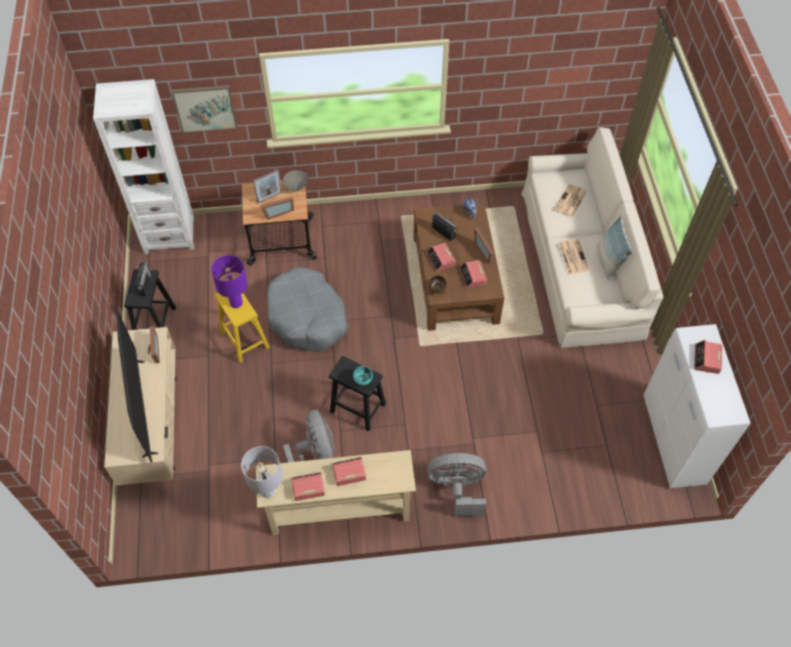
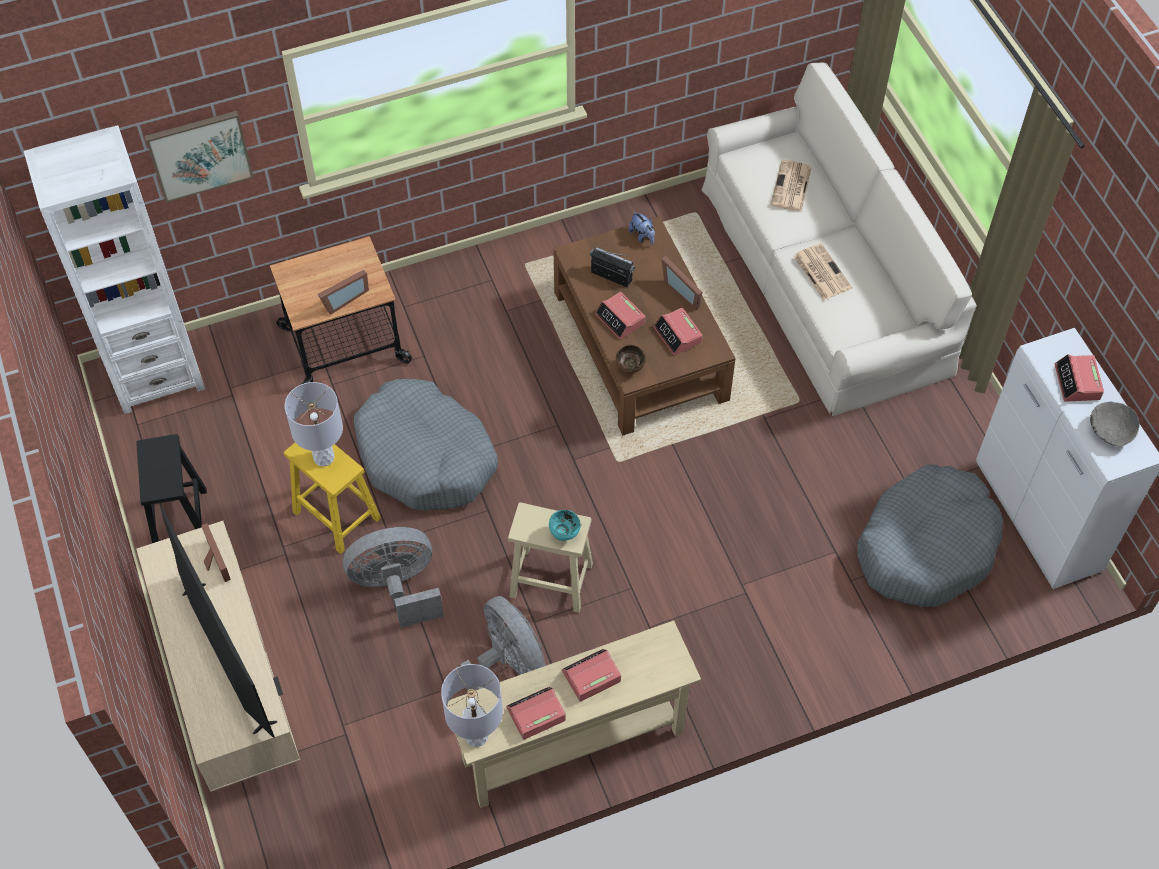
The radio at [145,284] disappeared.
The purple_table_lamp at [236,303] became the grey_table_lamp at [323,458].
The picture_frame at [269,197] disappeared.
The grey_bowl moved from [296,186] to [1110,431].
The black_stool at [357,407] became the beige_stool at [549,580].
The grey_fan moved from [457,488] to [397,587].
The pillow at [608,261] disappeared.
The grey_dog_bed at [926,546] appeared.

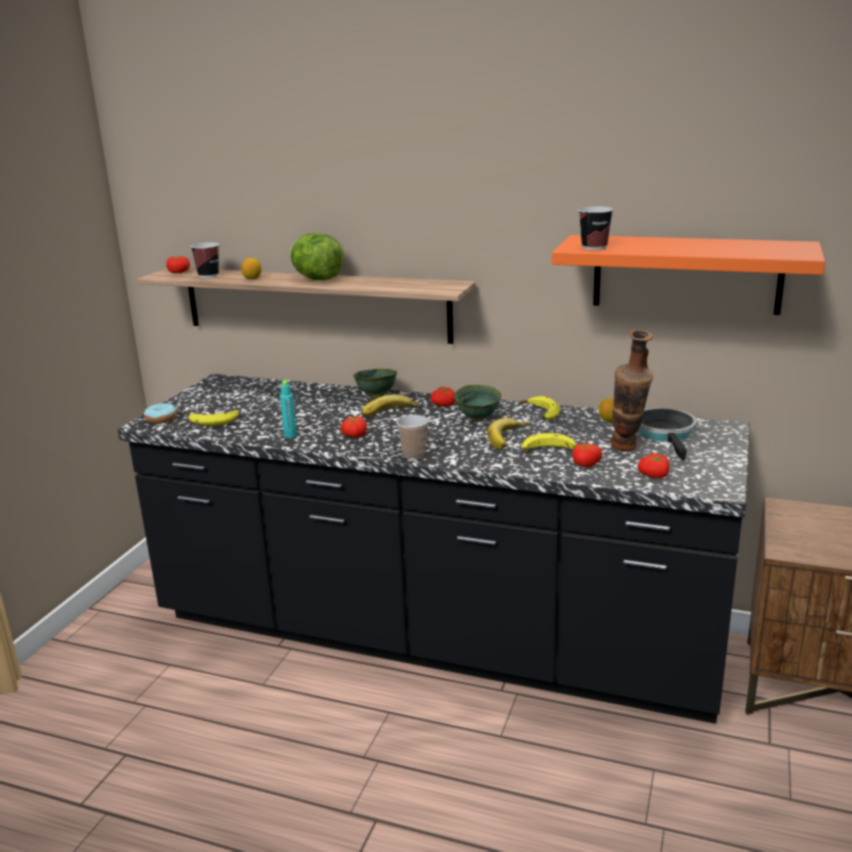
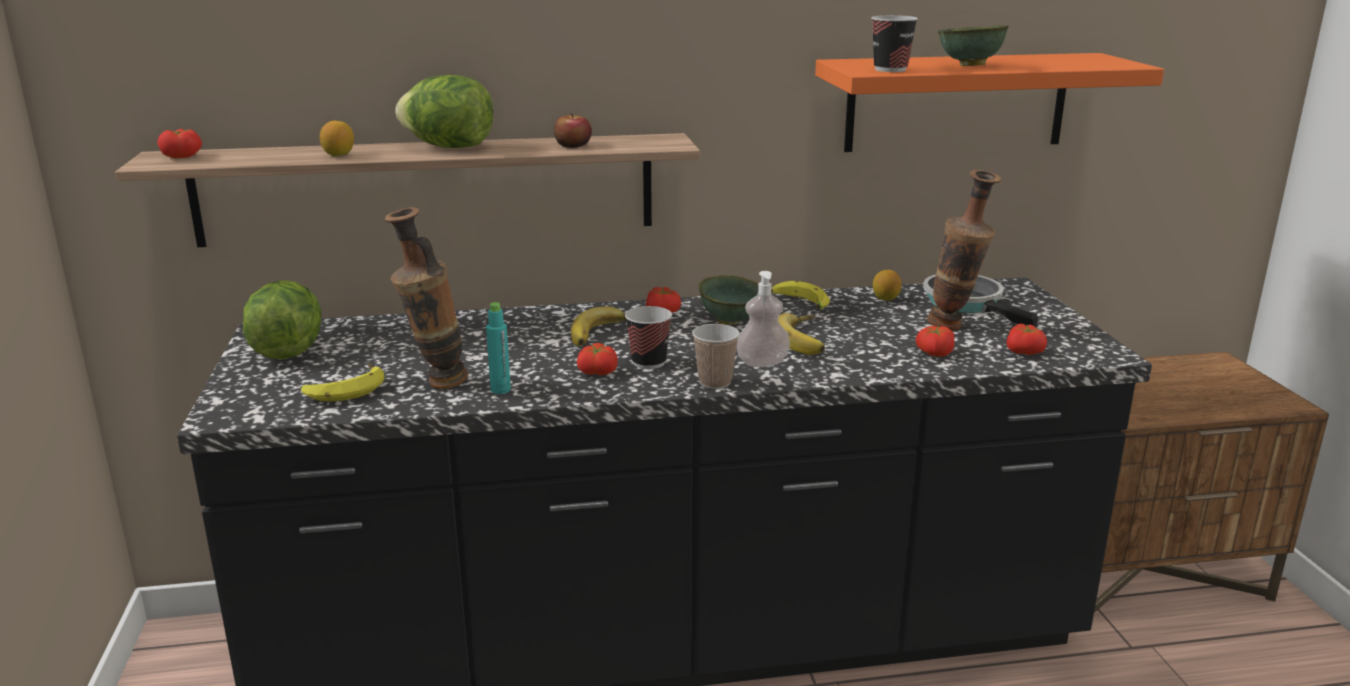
The donut at [161,419] disappeared.
The cup moved from [208,275] to [649,362].
The green_bowl moved from [375,395] to [969,66].
The banana at [549,453] disappeared.
The lettuce at [288,351] appeared.
The vase at [435,385] appeared.
The apple at [573,146] appeared.
The soap_dispenser at [762,363] appeared.

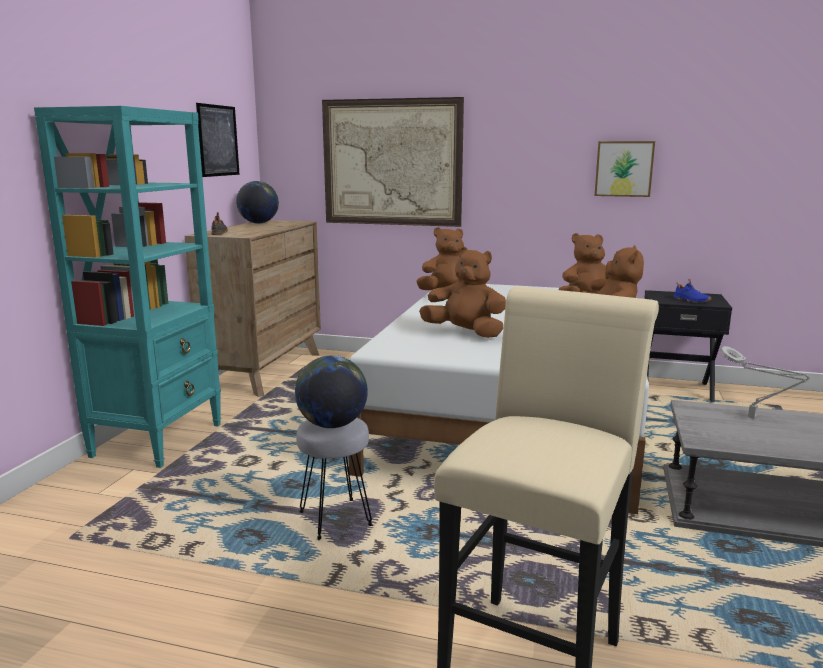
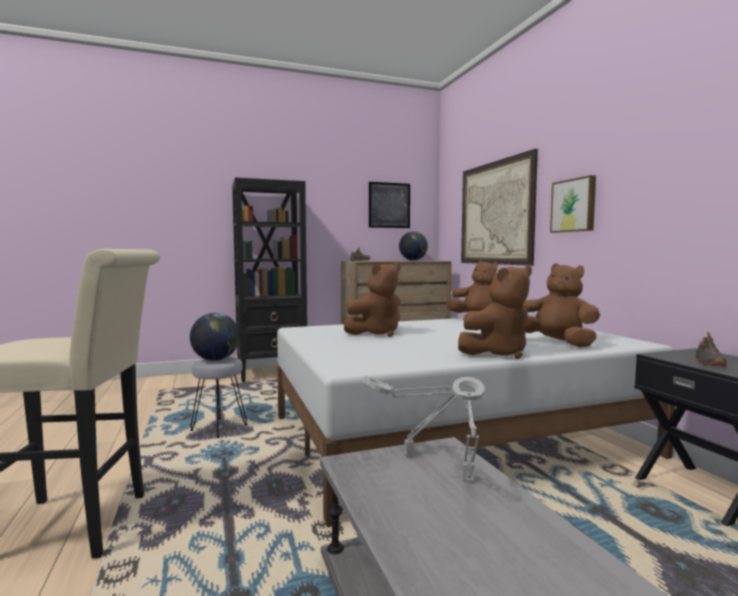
The turquoise_bookcase at [159,439] became the black_bookcase at [272,373].
The brown_plush_toy at [465,333] turned 60 degrees clockwise.
The picture moved from [624,169] to [574,205].
The blue_shoe at [690,301] became the black_shoe at [708,363].
The grey_table_lamp at [412,455] appeared.

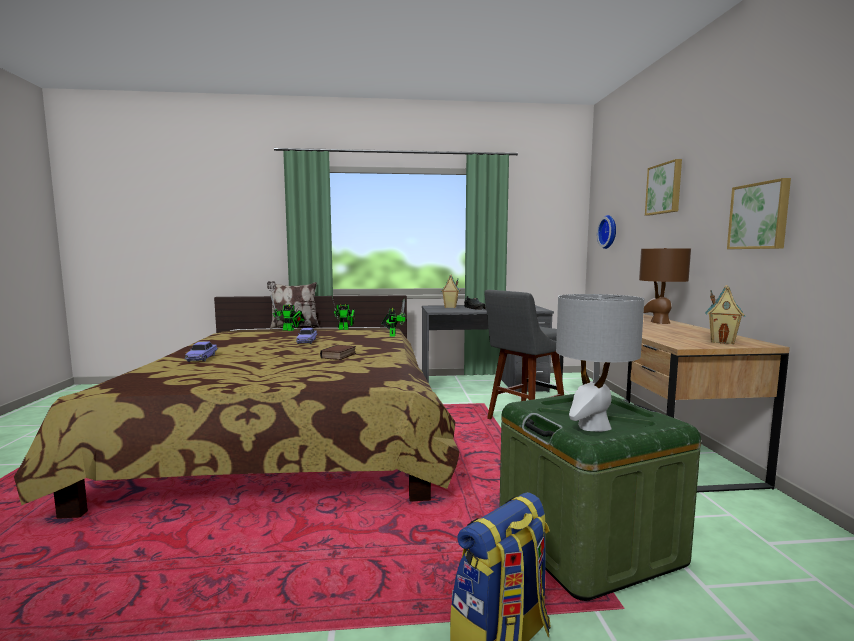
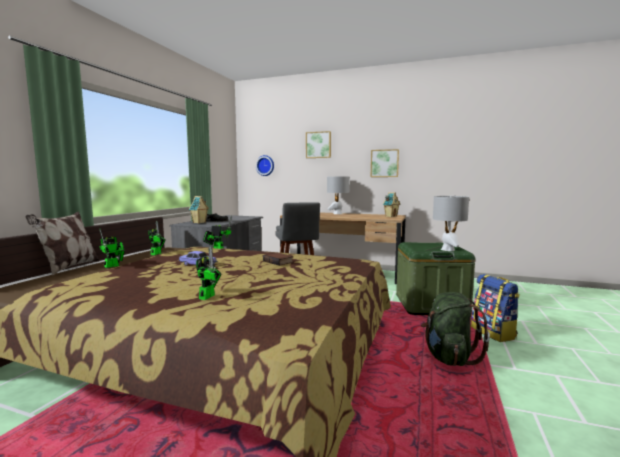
The toy_car at [202,358] was replaced by the toy_robot at [208,296].
The brown_table_lamp at [660,322] became the grey_table_lamp at [337,214].
The green_backpack at [449,357] appeared.

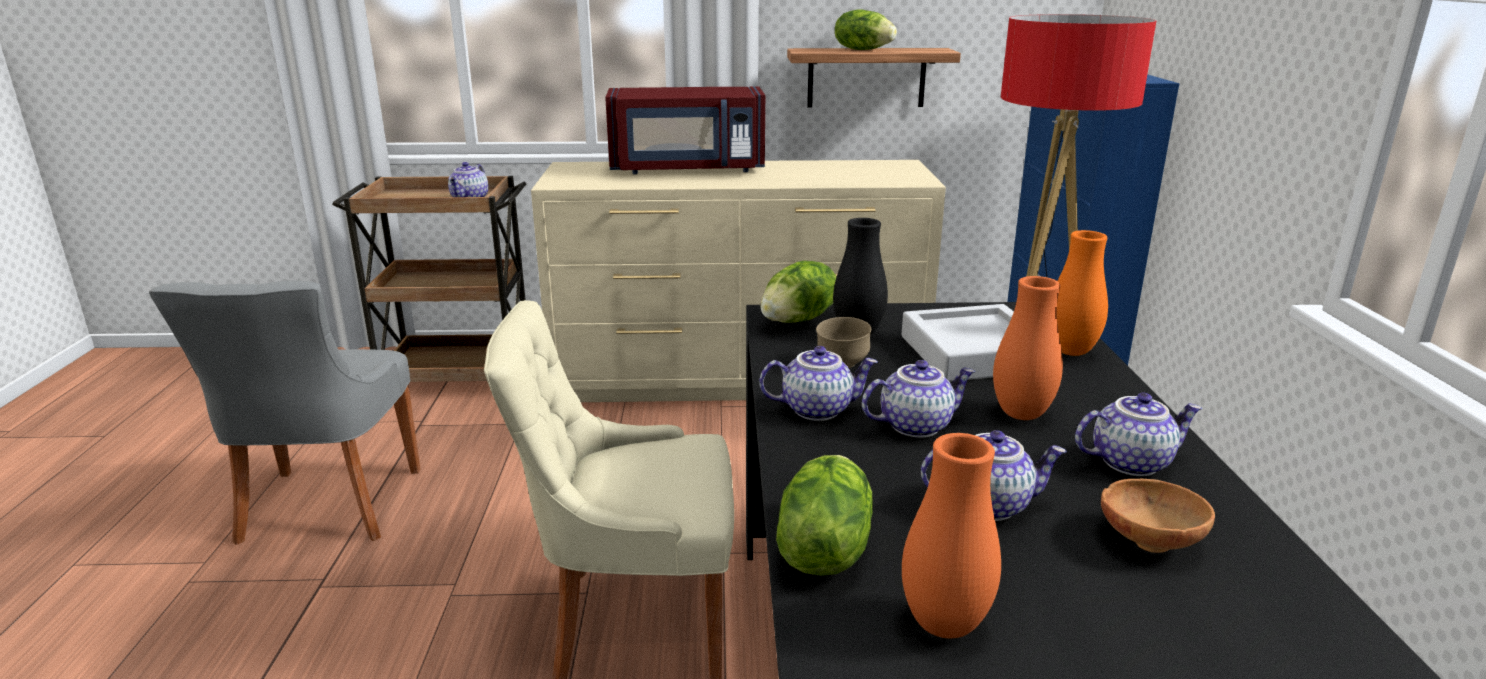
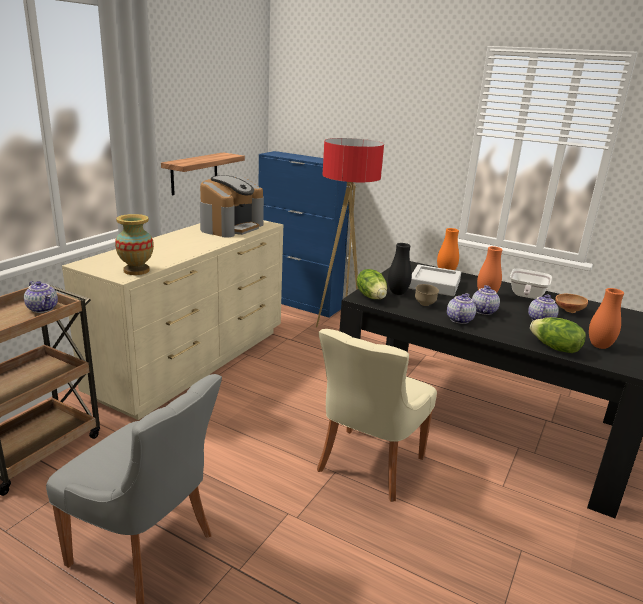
The red_microwave at [687,169] disappeared.
The lettuce at [863,50] disappeared.
The teapot at [1130,462] was replaced by the frying_pan at [526,296].
The vase at [136,270] appeared.
The coffee_machine at [231,227] appeared.

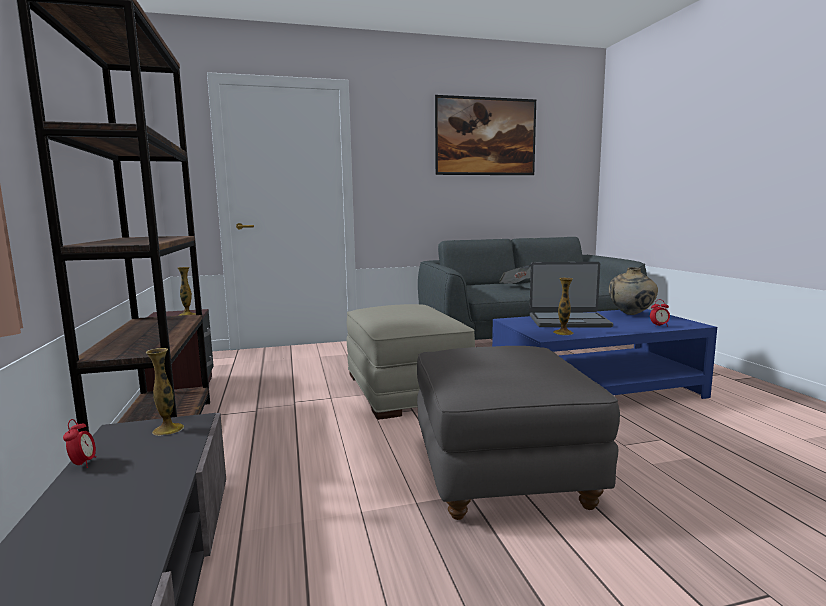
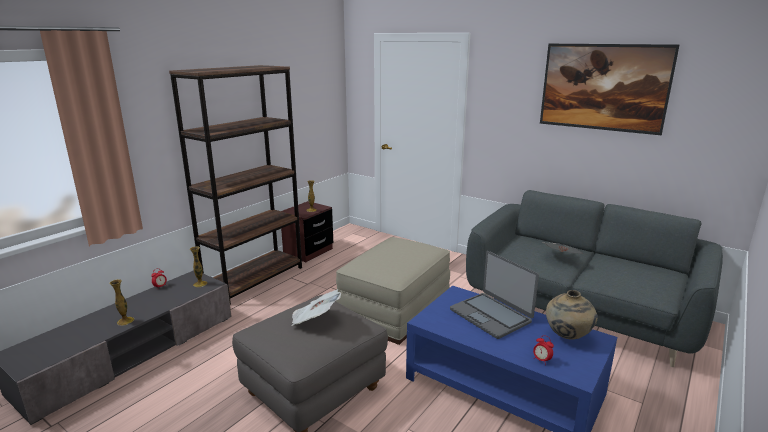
The vase moved from [563,332] to [125,321].
The newspaper at [315,319] appeared.

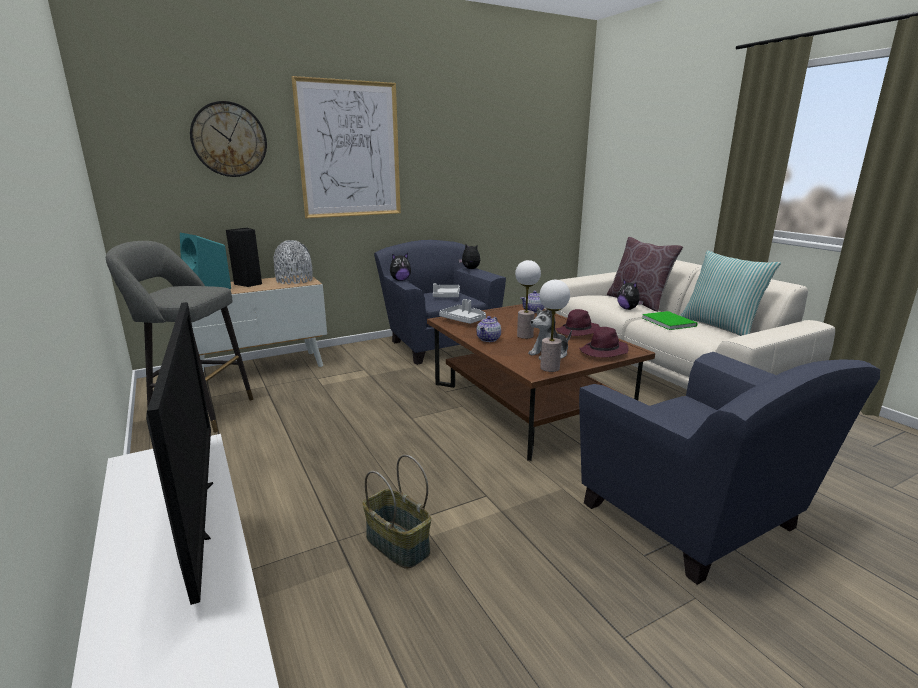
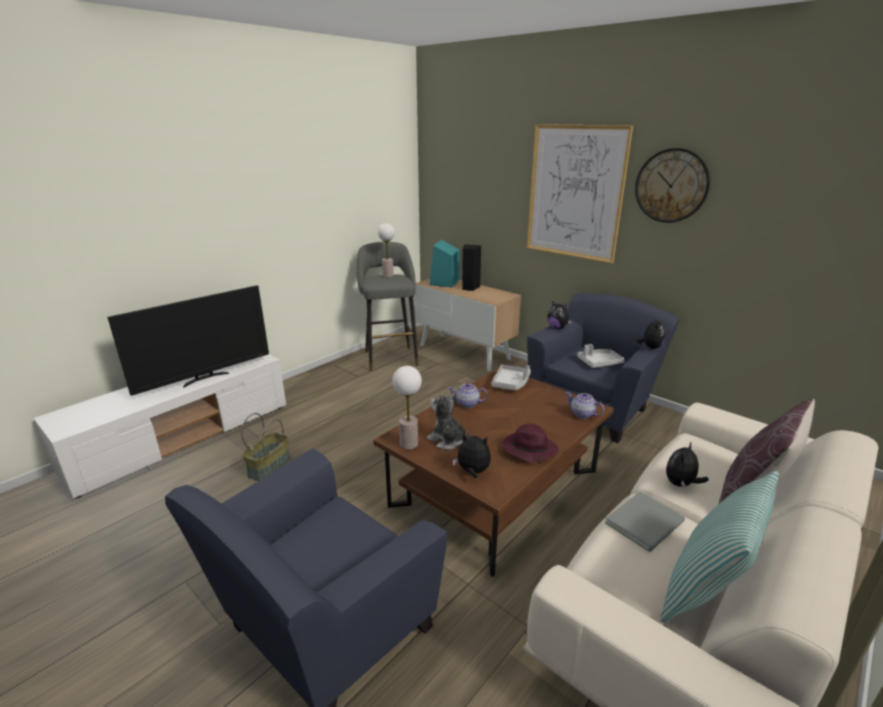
The wall_clock moved from [229,139] to [671,186].
The grey_vase at [294,280] disappeared.
The table_lamp moved from [525,336] to [388,275].
The purple_hat at [603,352] was replaced by the plush_toy at [472,472].
The green_book at [668,321] became the grey_book at [647,522].

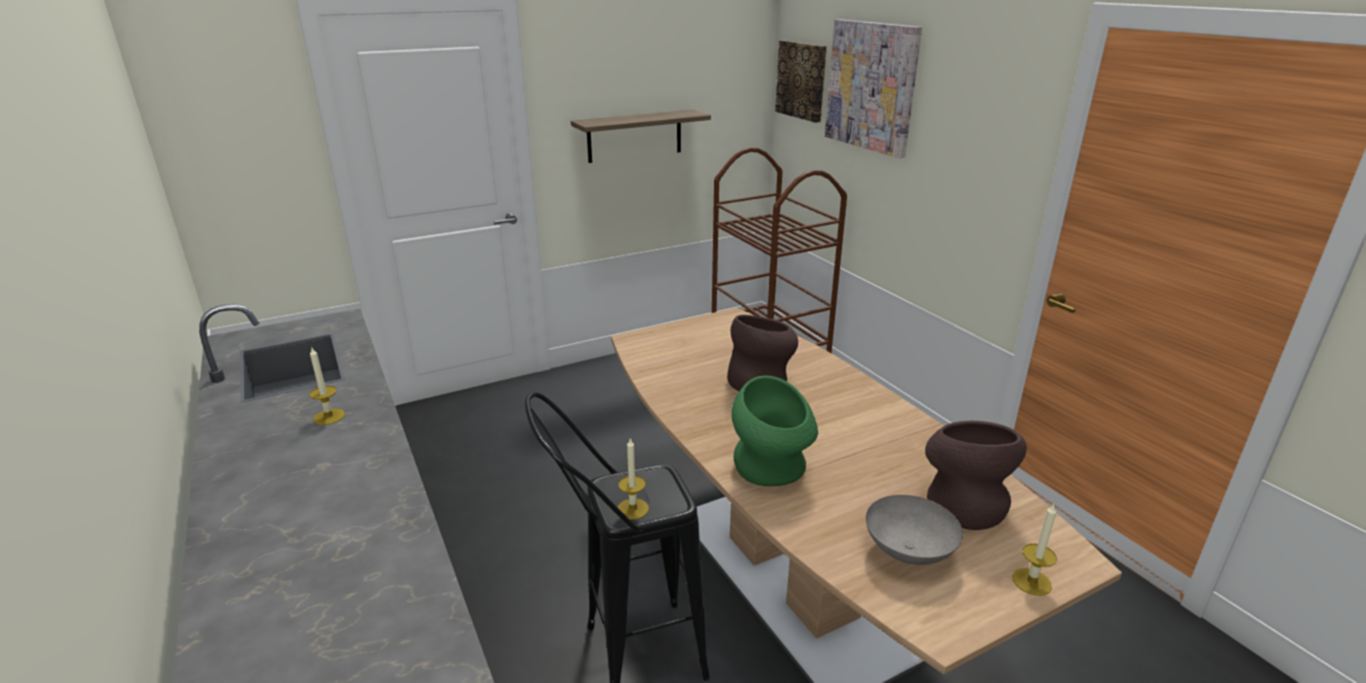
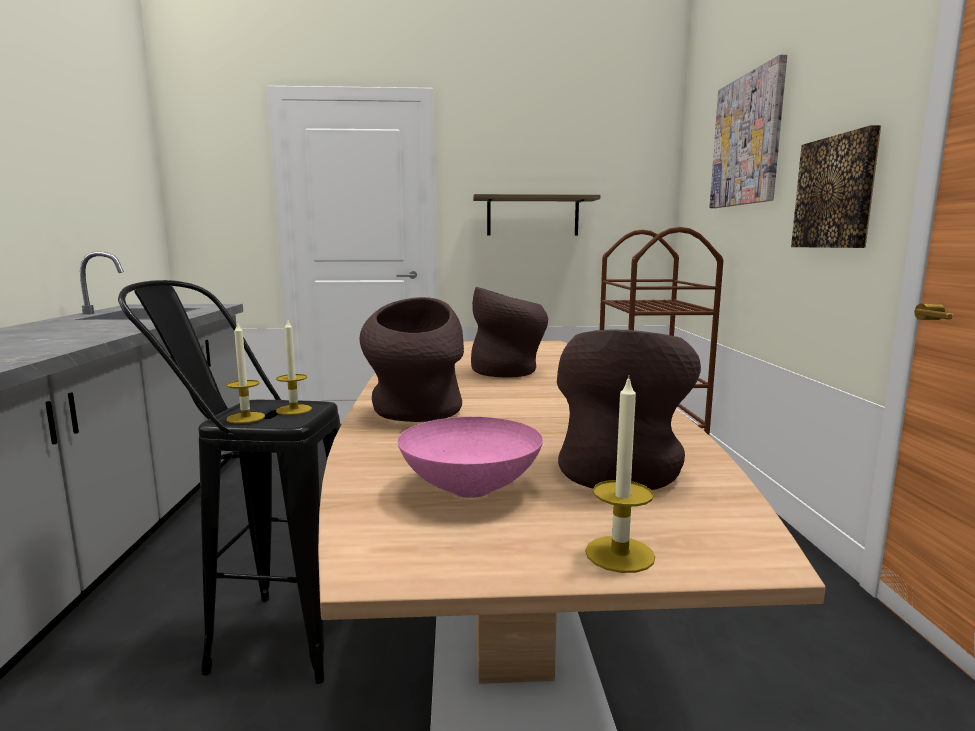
The candle moved from [329,417] to [294,410].
The green_vase at [771,471] became the brown_vase at [416,413].
The picture moved from [802,80] to [836,192].
The grey_bowl at [908,552] became the pink_bowl at [469,489].

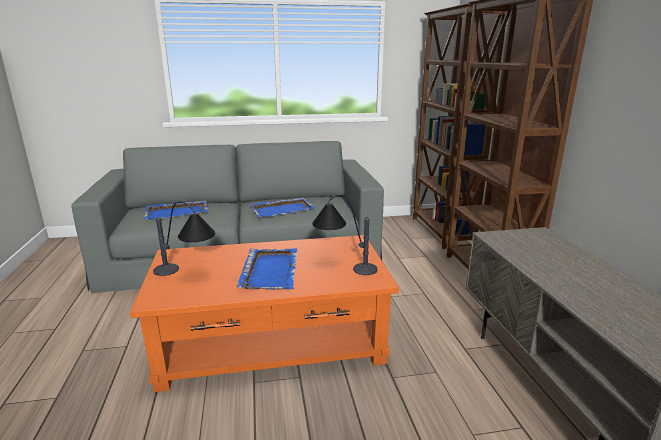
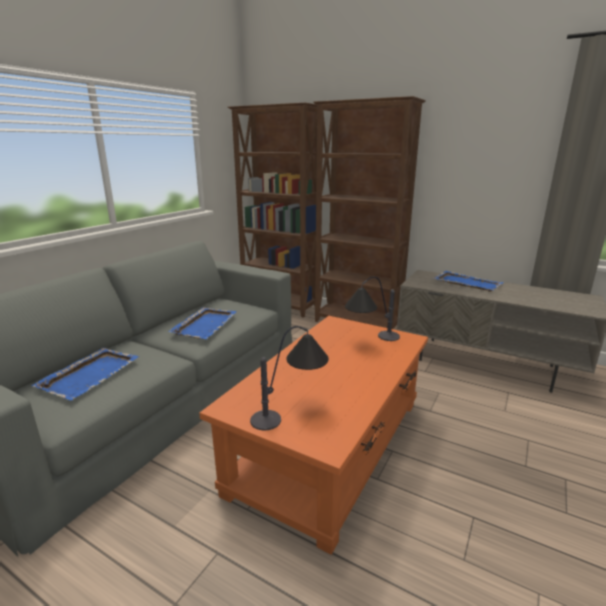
The blue_tray moved from [270,270] to [466,283].

